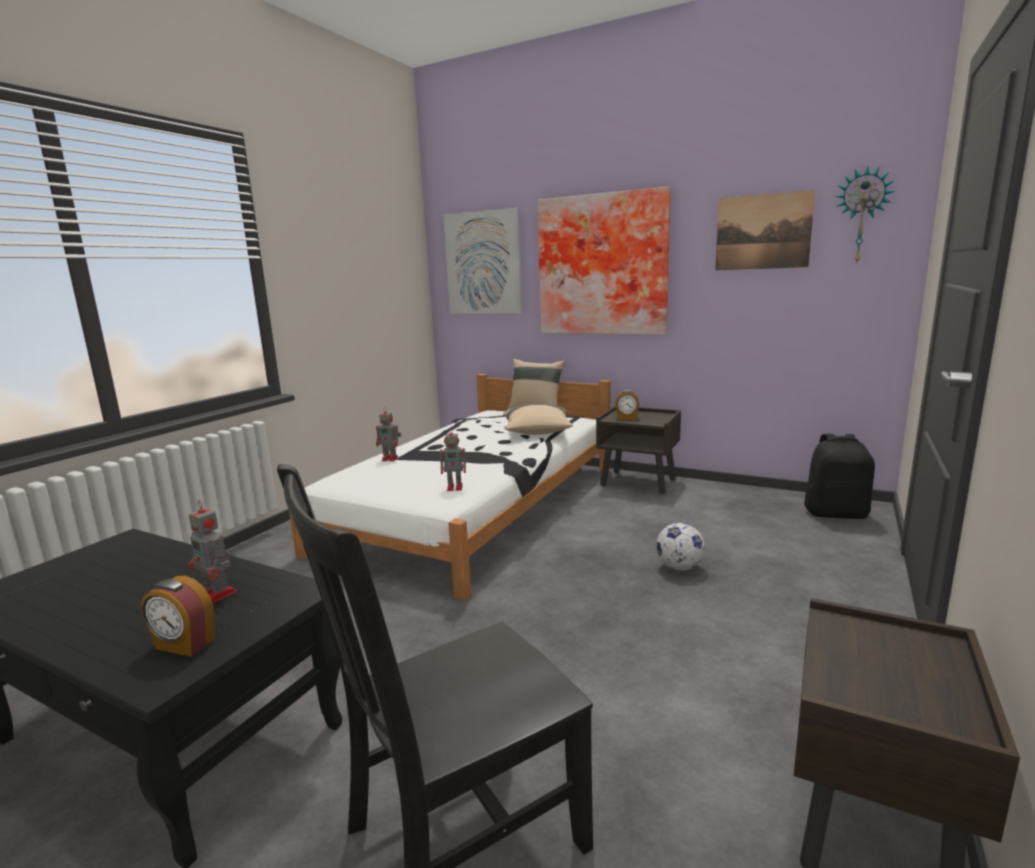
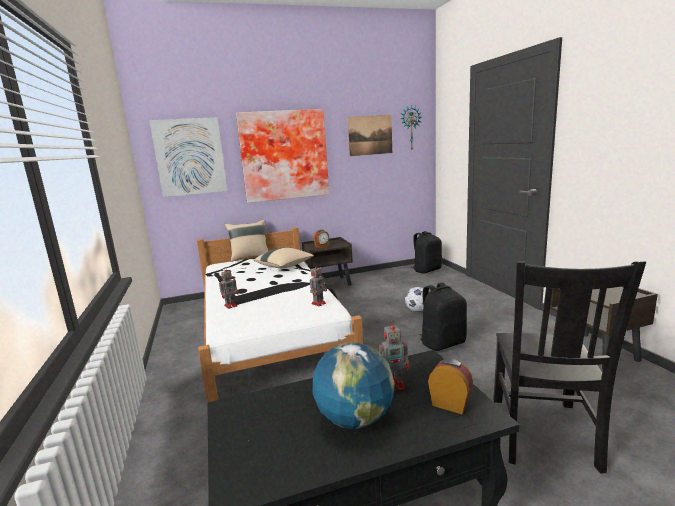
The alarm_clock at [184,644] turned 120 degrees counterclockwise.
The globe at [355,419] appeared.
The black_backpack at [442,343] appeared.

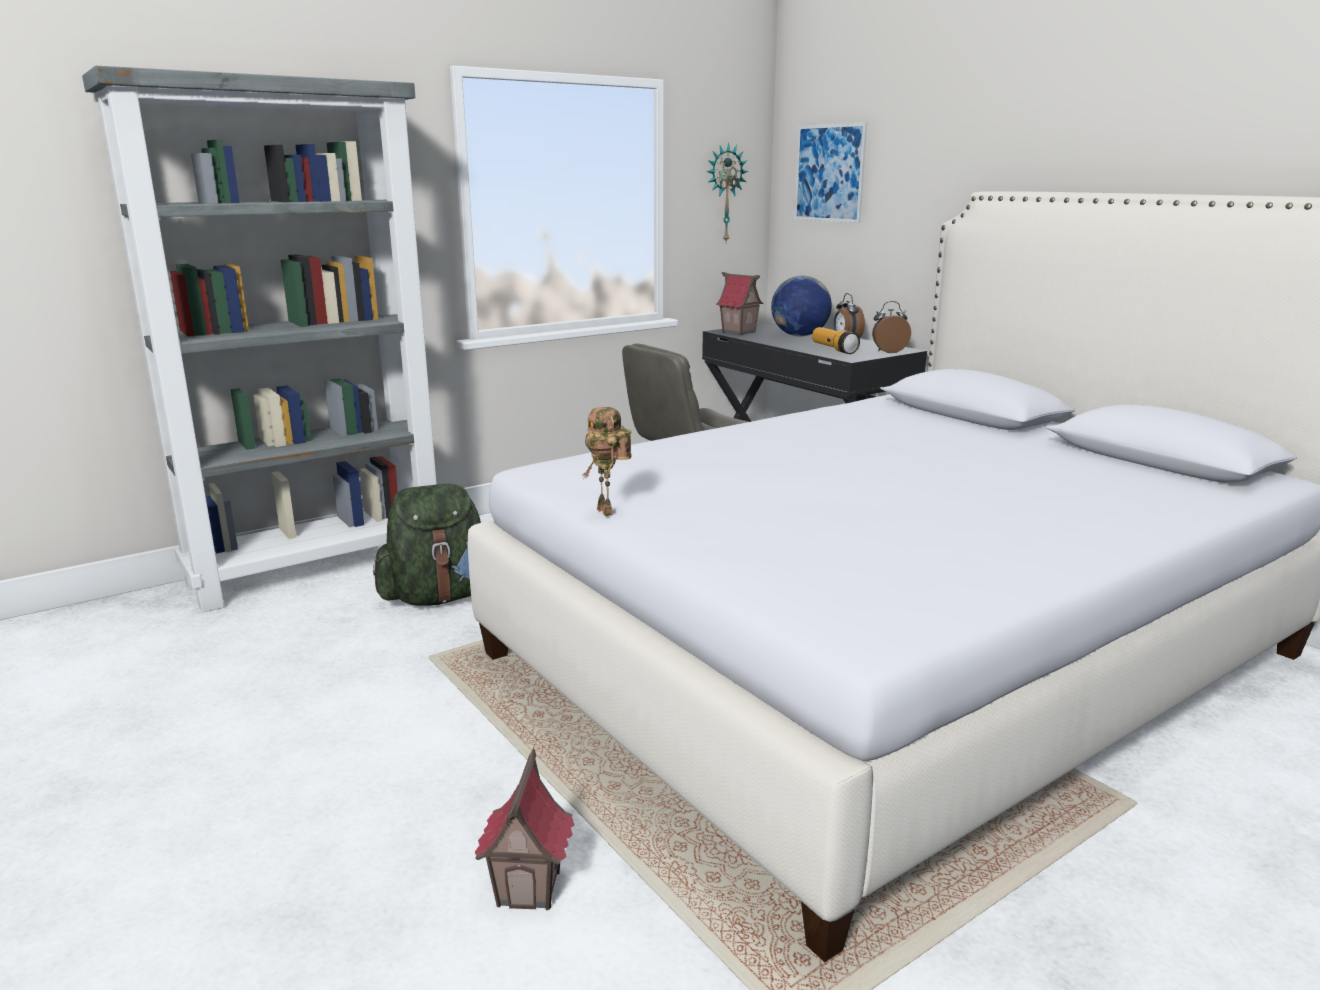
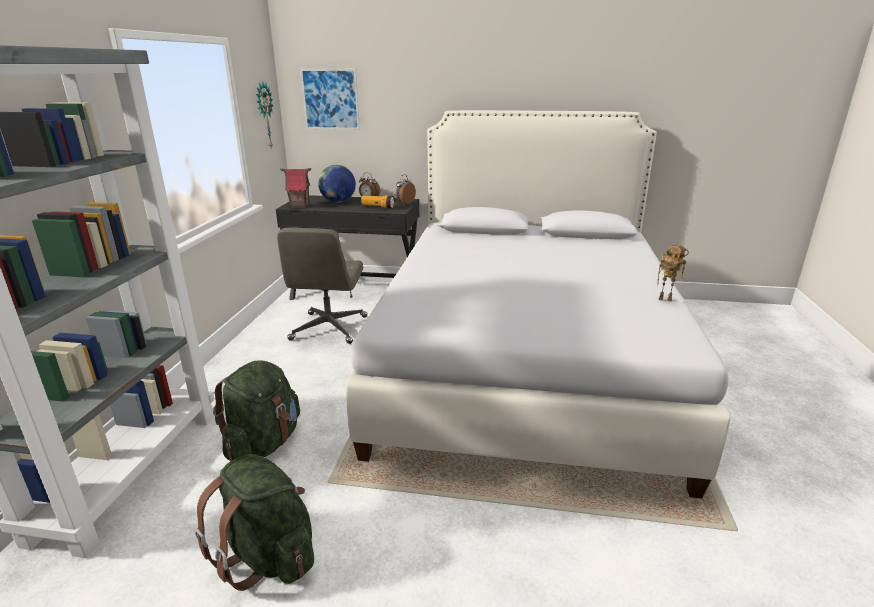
The toy_house at [529,888] disappeared.
The toy_robot moved from [608,512] to [666,299].
The green_backpack at [268,555] appeared.

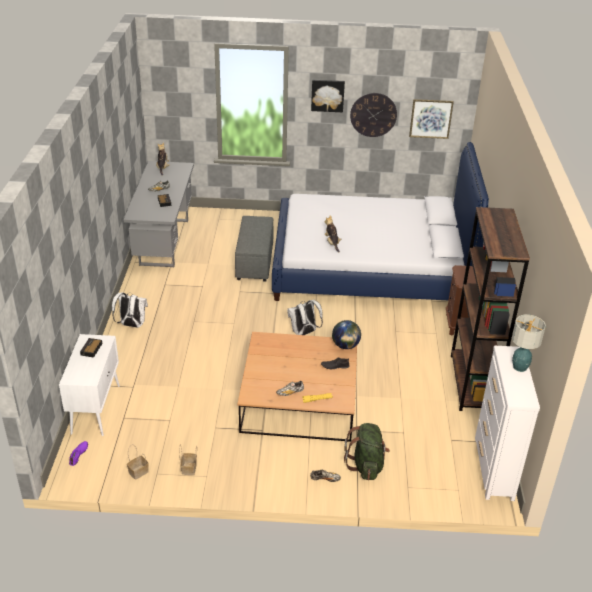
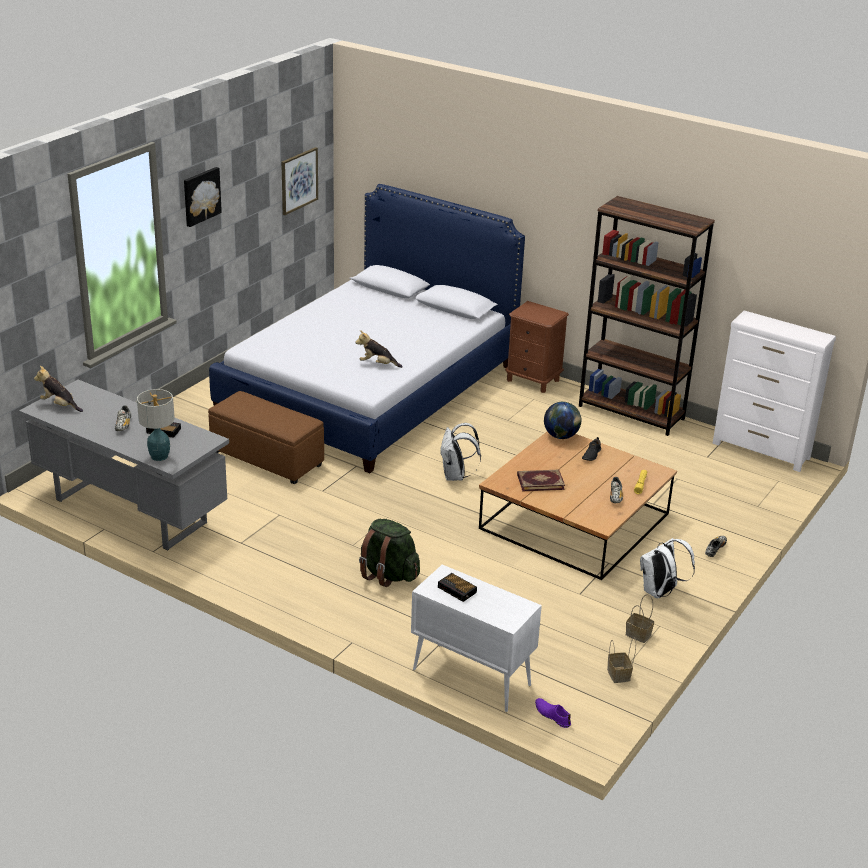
The white_backpack moved from [131,325] to [660,592].
The grey_ottoman at [254,262] became the brown_ottoman at [267,458].
The green_backpack moved from [366,465] to [388,574].
The wall_clock at [373,114] disappeared.
The table_lamp moved from [519,367] to [159,457].
The book at [540,481] appeared.

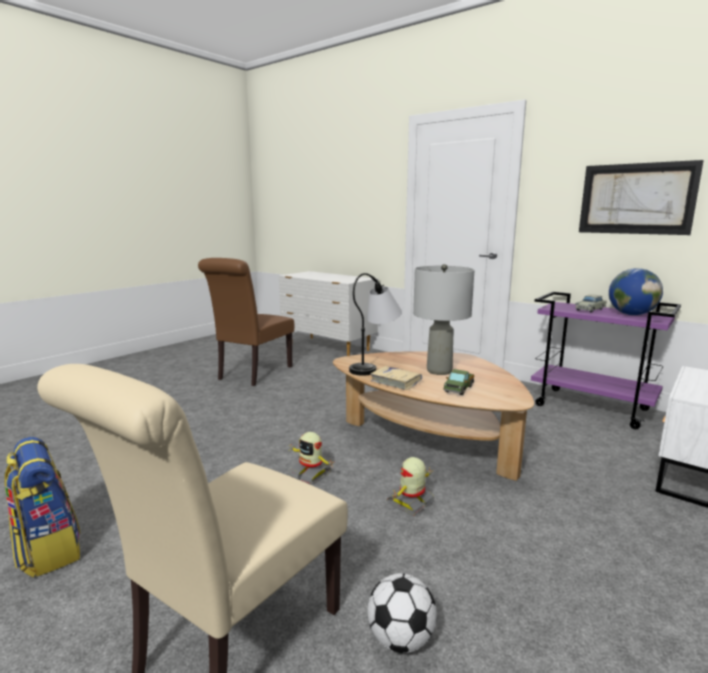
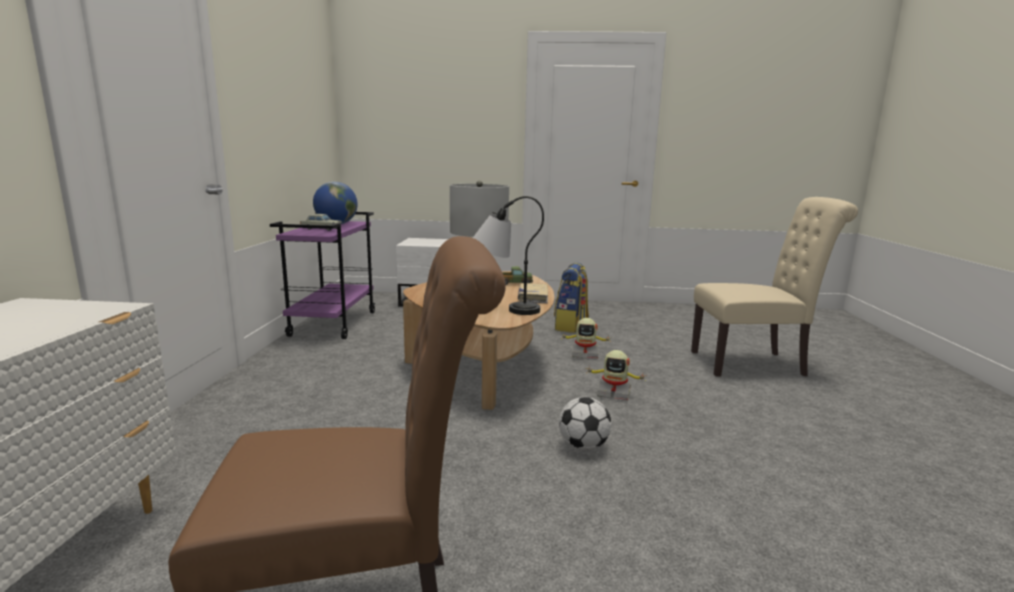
The backpack moved from [48,550] to [571,326].
The toy_robot at [310,474] turned 105 degrees clockwise.
The football moved from [400,639] to [583,446].
The picture at [636,199] disappeared.

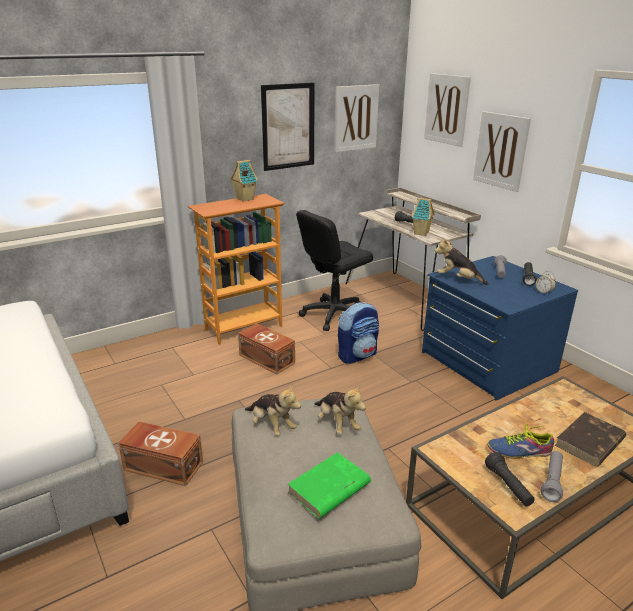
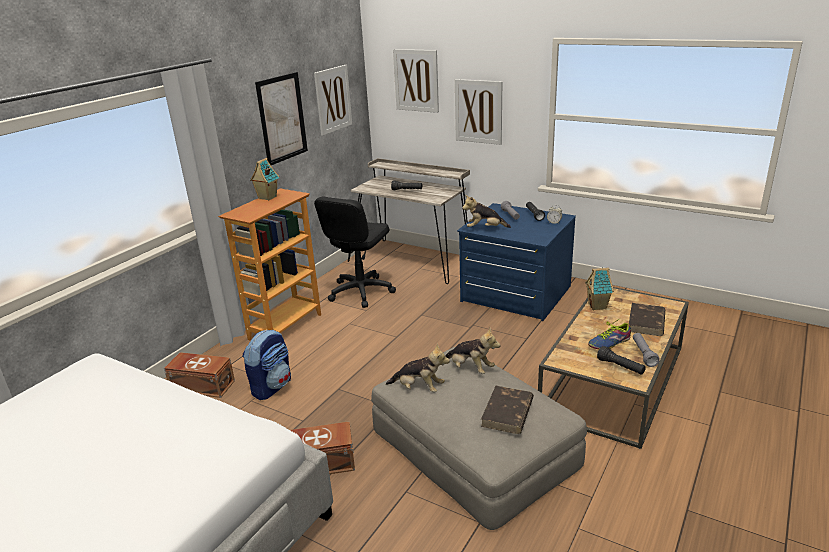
The brown_storage_box moved from [267,358] to [202,385].
The green_book at [328,488] became the brown_book at [507,413].
The backpack moved from [357,355] to [272,387].
The toy_house moved from [421,233] to [598,306].

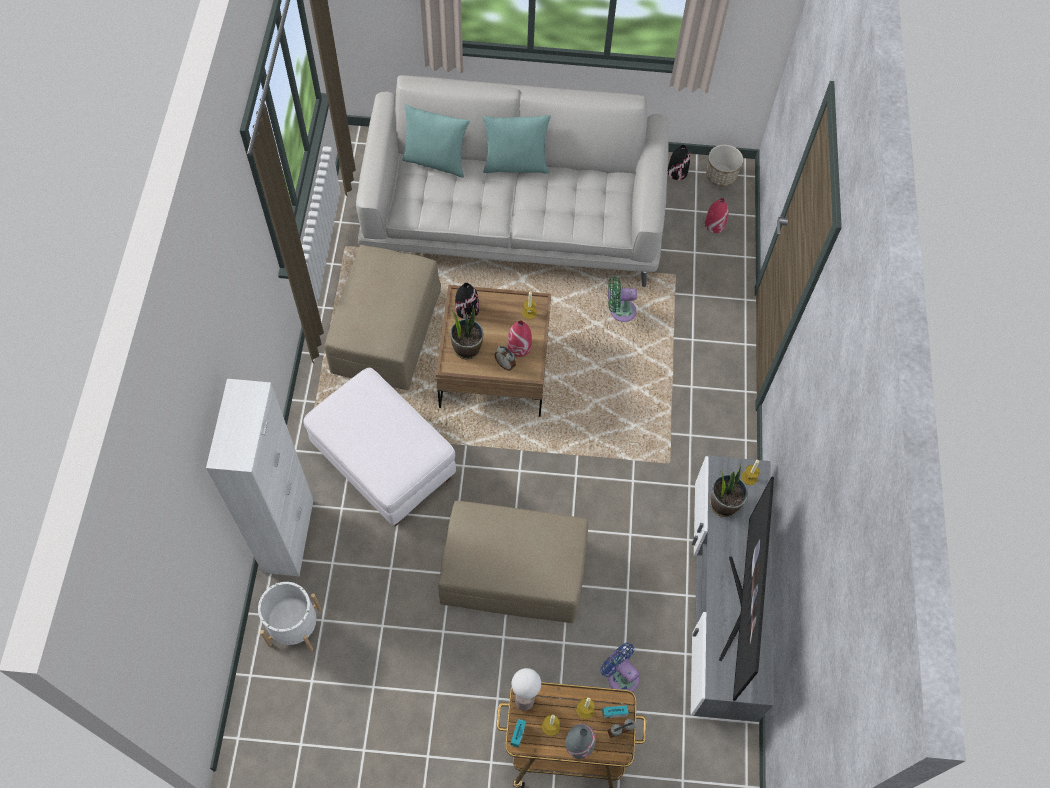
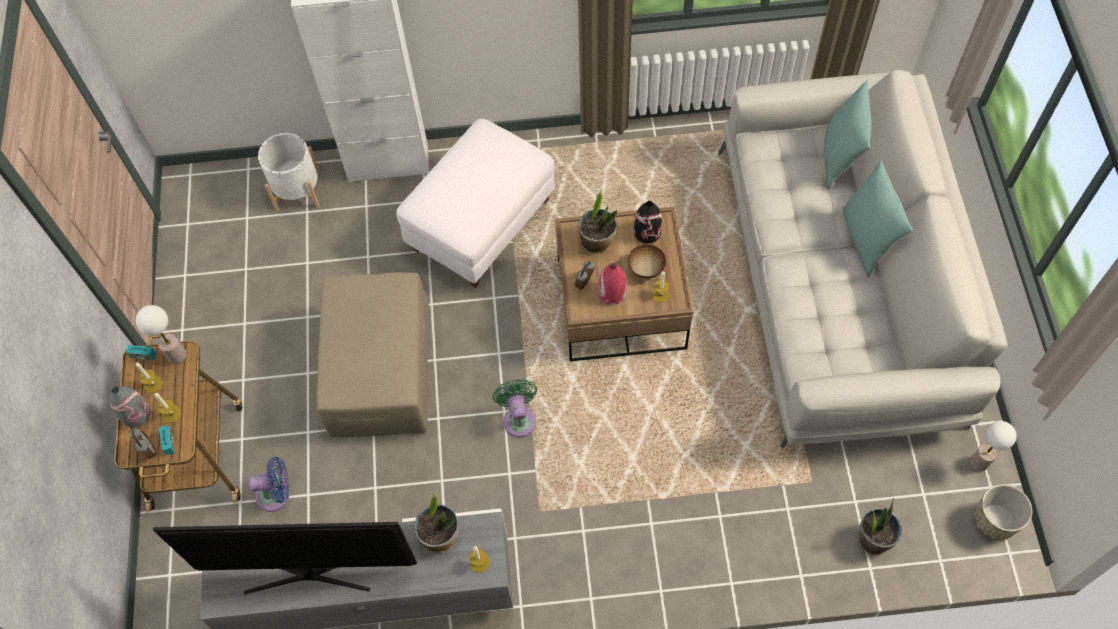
The beige_ottoman at [386,331] disappeared.
The blue_fan at [620,676] turned 45 degrees clockwise.
The green_fan moved from [619,311] to [519,418].
The black_vase at [677,172] was replaced by the table_lamp at [979,462].
The red_vase at [714,224] disappeared.
The bowl at [646,268] appeared.
The potted_plant at [873,538] appeared.

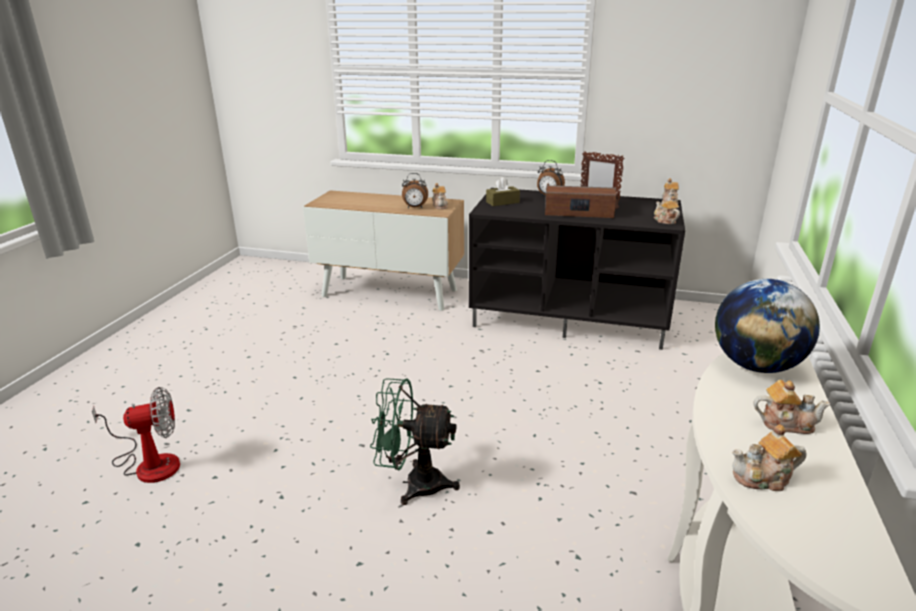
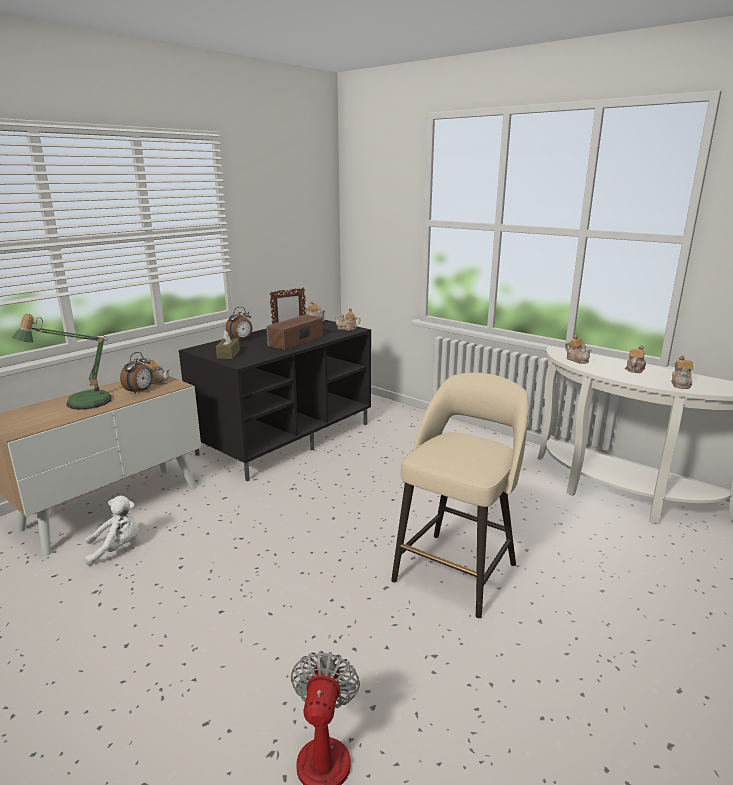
The green_fan at [414,484] was replaced by the beige_stool at [457,570].
The globe at [756,366] was replaced by the teapot at [577,360].
The table_lamp at [80,403] appeared.
The white_plush_toy at [117,548] appeared.

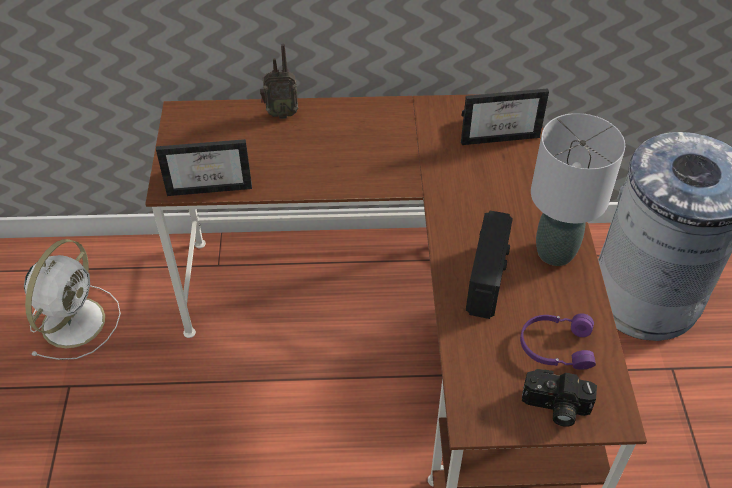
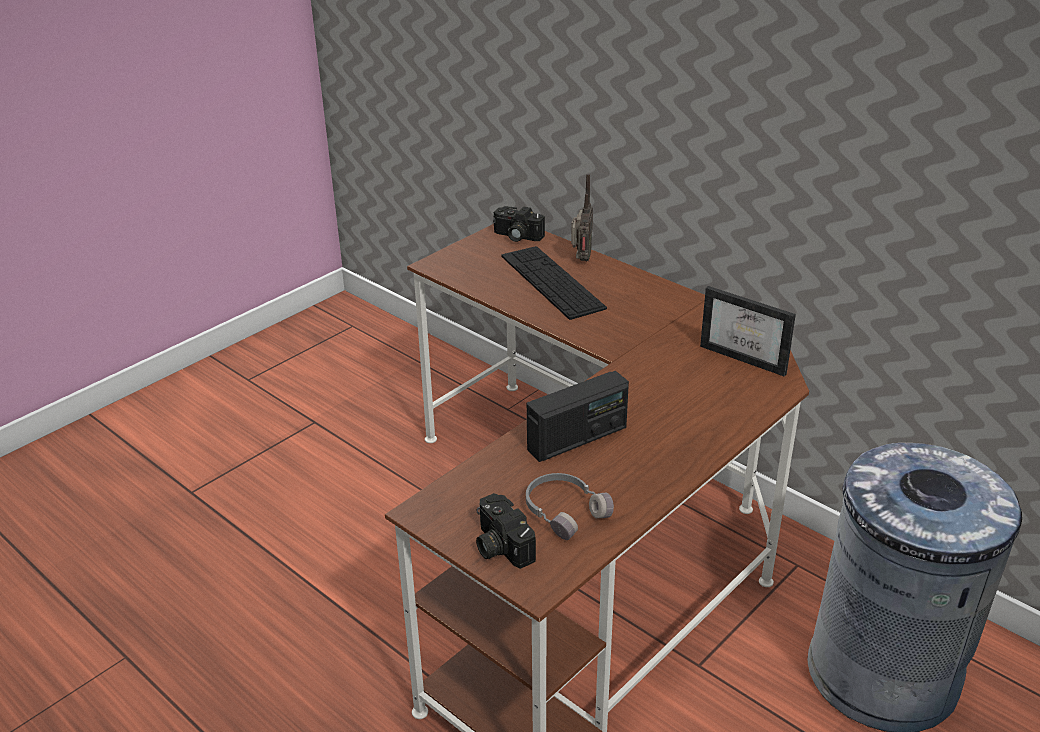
The white_fan at [75,320] disappeared.
The picture_frame at [211,184] disappeared.
The radio at [280,114] turned 120 degrees counterclockwise.
The purple_headphones at [555,346] became the grey_headphones at [564,511].
The grey_table_lamp at [556,252] disappeared.
The photo_camera at [516,236] appeared.
The keyboard at [552,282] appeared.

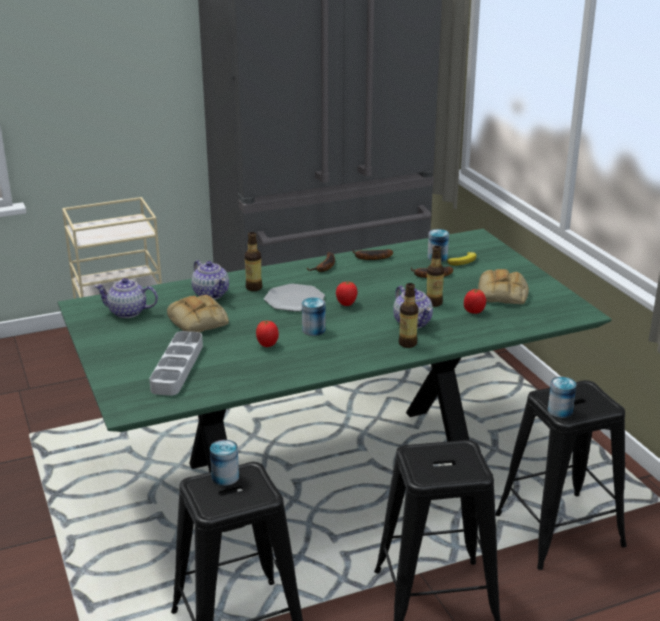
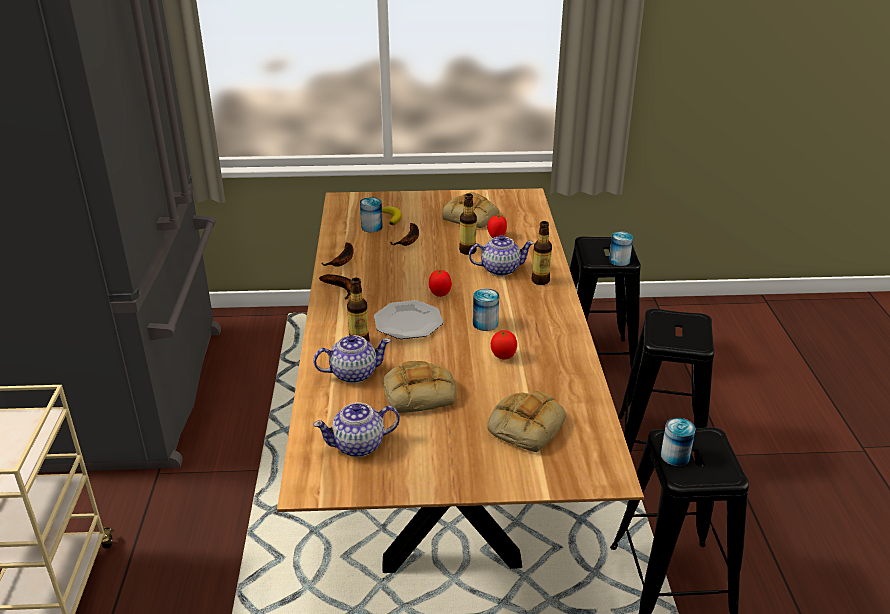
The green_dining_table at [330,466] became the brown_dining_table at [444,464].
The teapot at [128,312] turned 45 degrees clockwise.
The grey_tray at [177,367] was replaced by the bread at [525,425].

